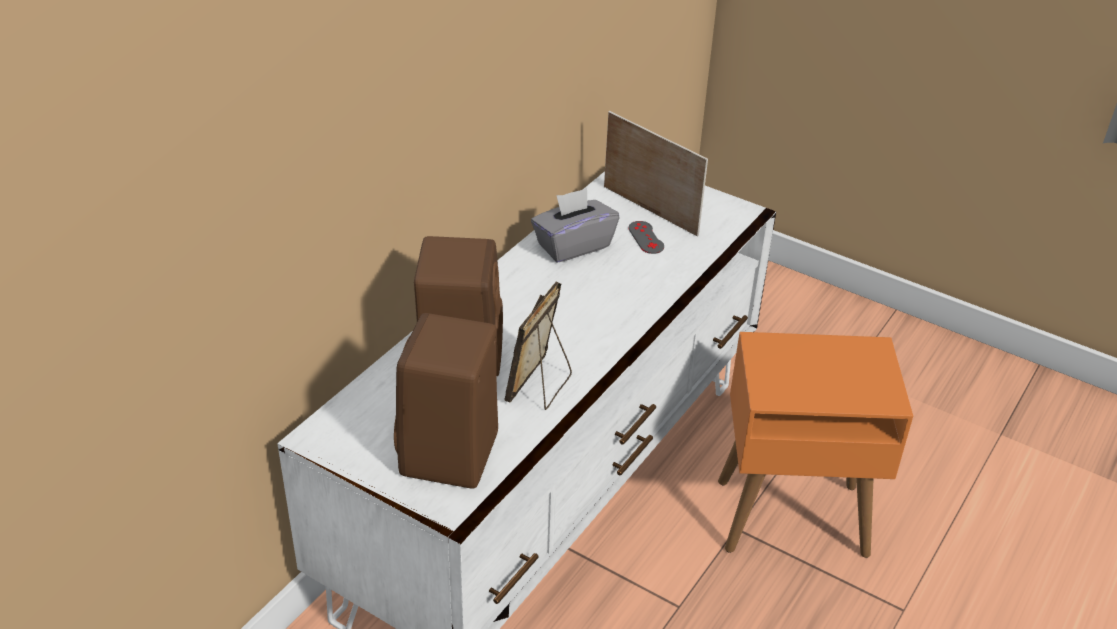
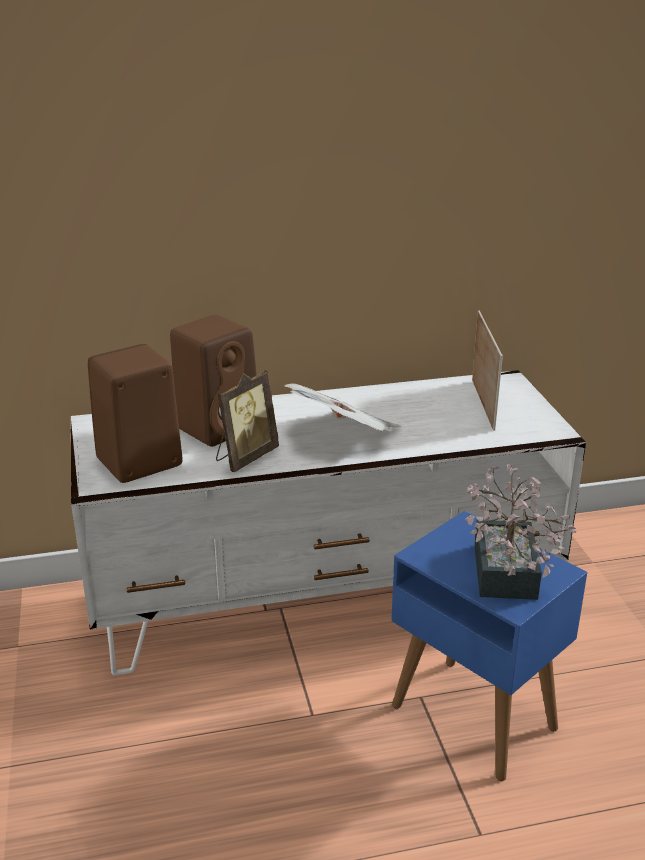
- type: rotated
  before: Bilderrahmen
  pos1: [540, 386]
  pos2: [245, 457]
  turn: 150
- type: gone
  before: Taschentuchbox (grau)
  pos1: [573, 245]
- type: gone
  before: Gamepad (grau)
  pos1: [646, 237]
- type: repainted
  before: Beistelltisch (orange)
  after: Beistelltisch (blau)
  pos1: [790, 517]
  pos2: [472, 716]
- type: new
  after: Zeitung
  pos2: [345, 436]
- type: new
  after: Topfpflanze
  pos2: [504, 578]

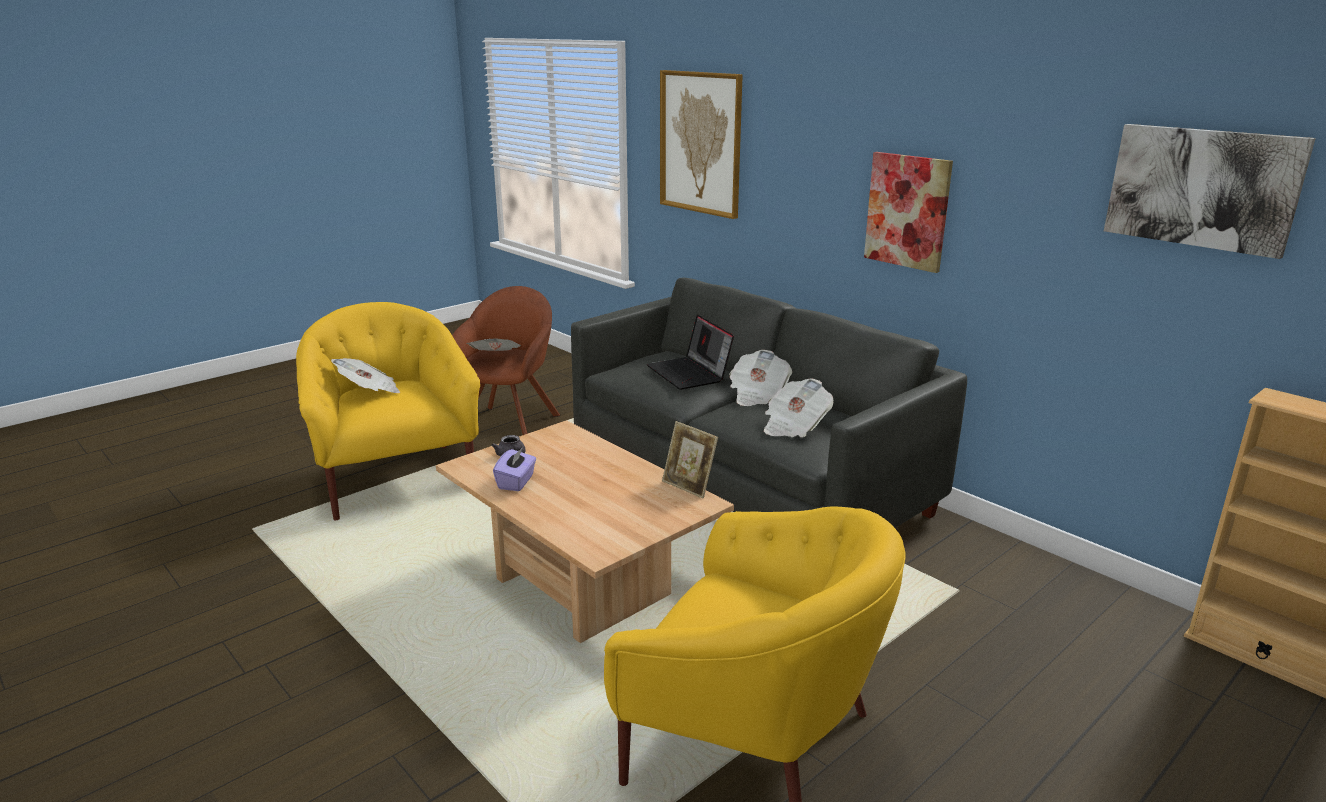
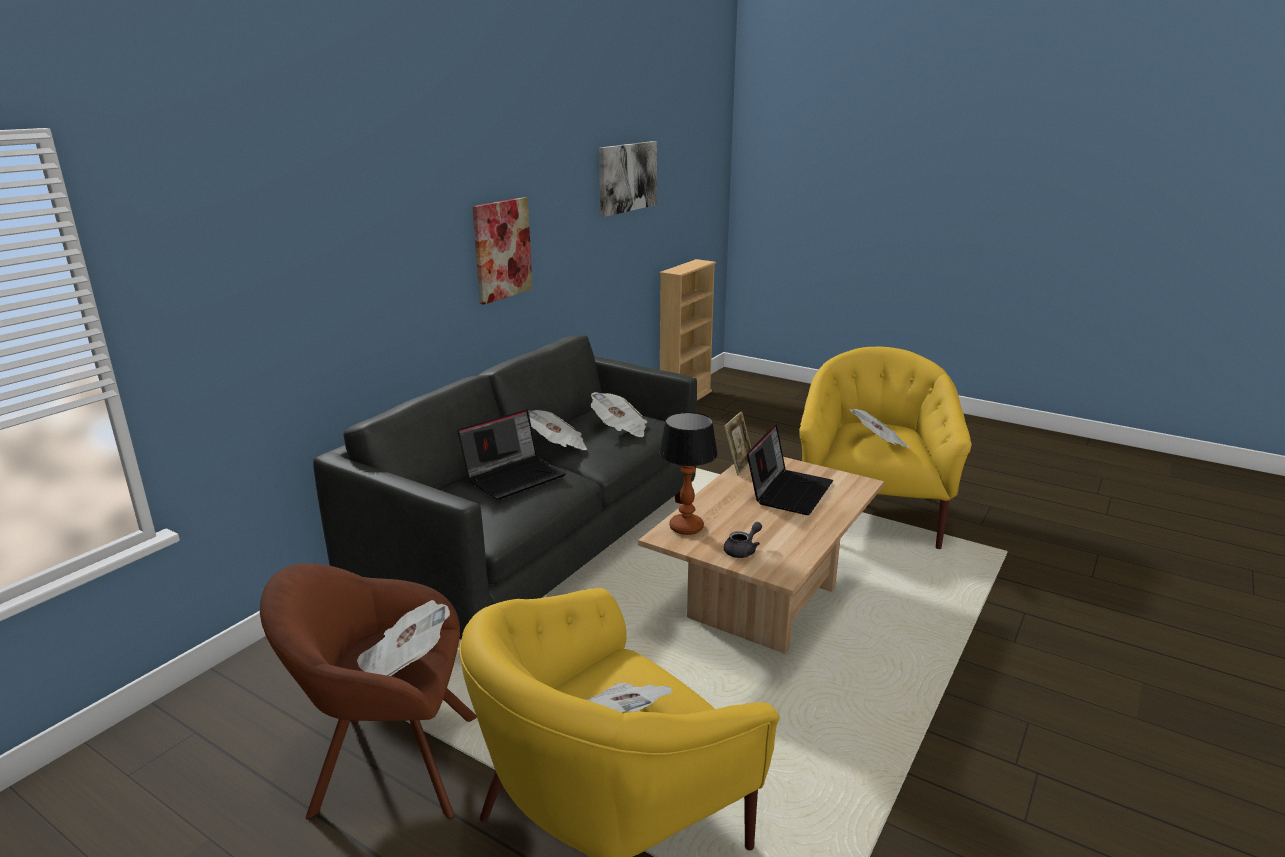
- type: gone
  before: Taschentuchbox (lila)
  pos1: [516, 482]
- type: gone
  before: Bild
  pos1: [700, 143]
- type: new
  after: Tischlampe
  pos2: [686, 527]
- type: new
  after: Laptop
  pos2: [788, 491]
- type: new
  after: Zeitung
  pos2: [878, 443]

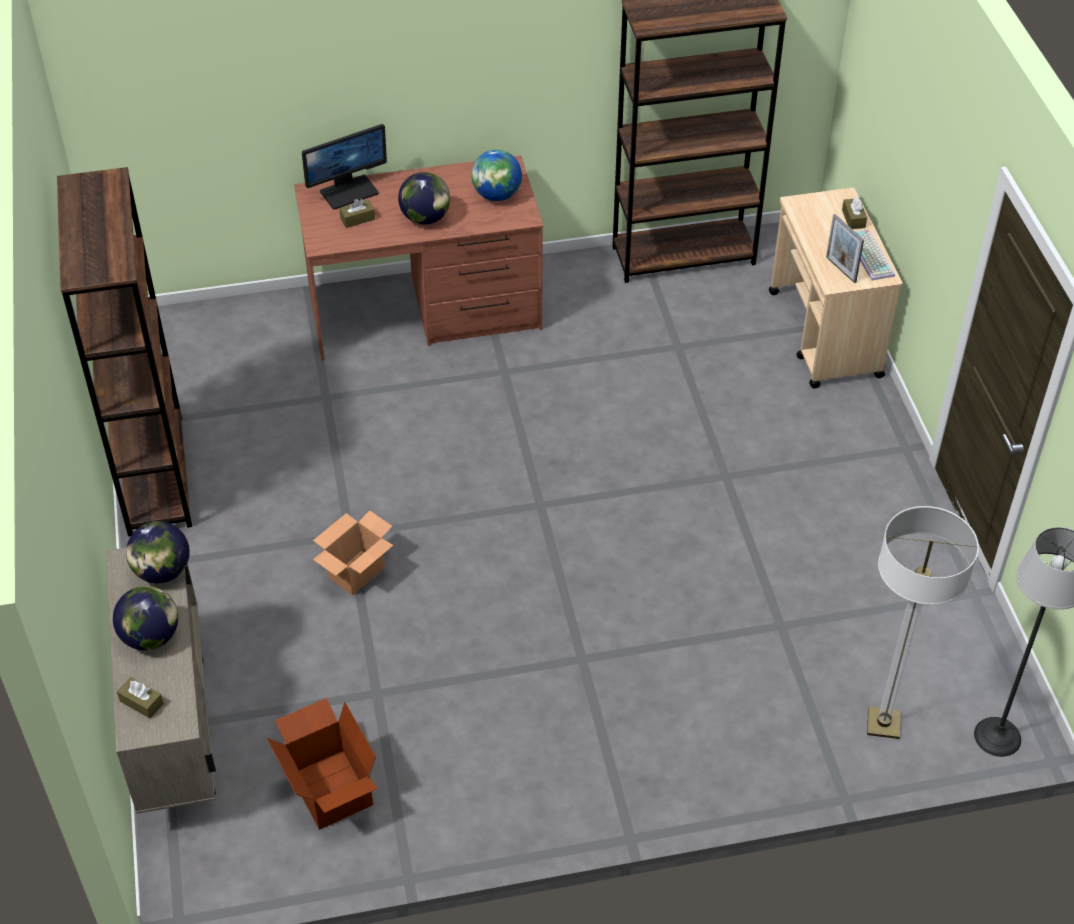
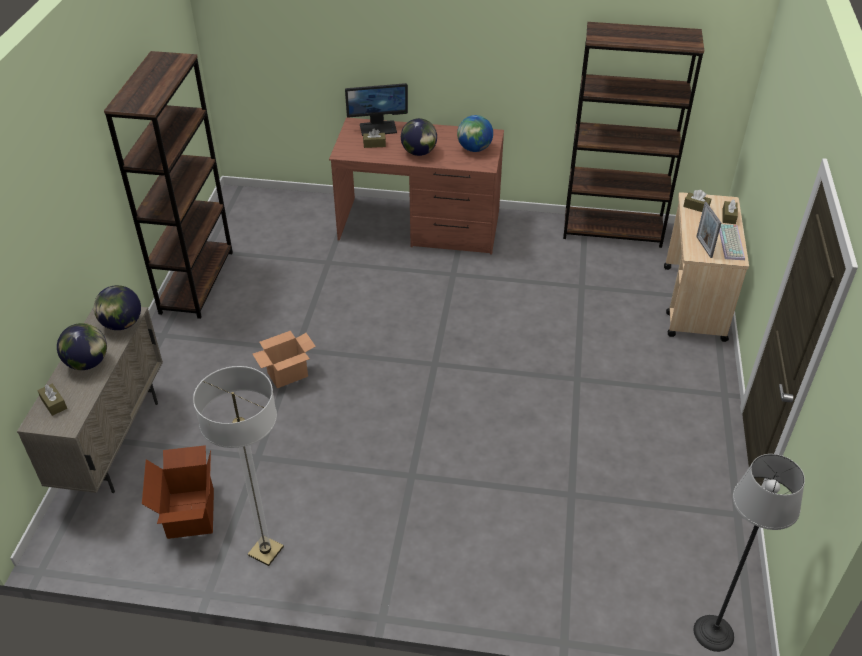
- type: shifted
  before: Stehlampe
  pos1: [883, 724]
  pos2: [266, 551]
- type: new
  after: Taschentuchbox (braun)
  pos2: [696, 206]

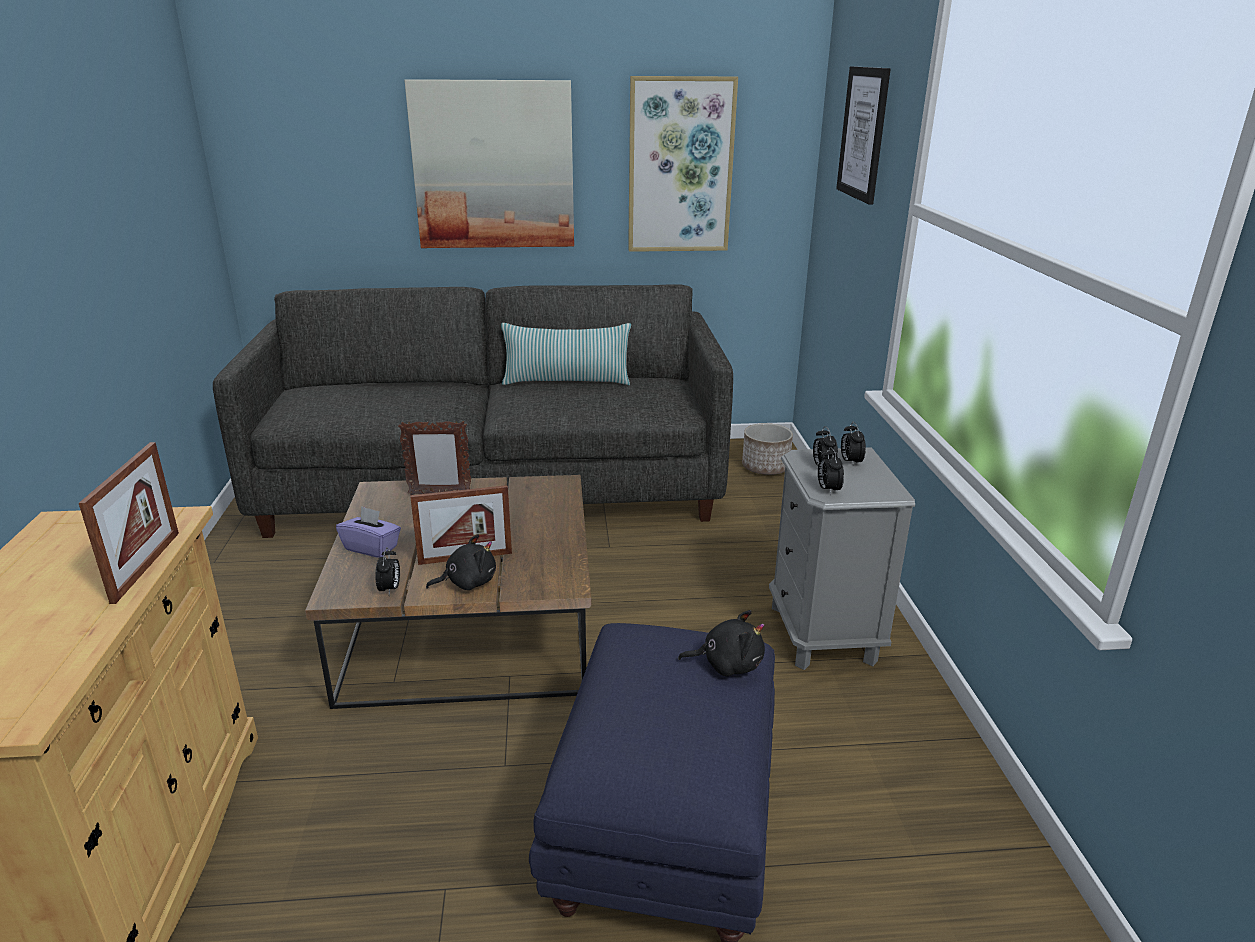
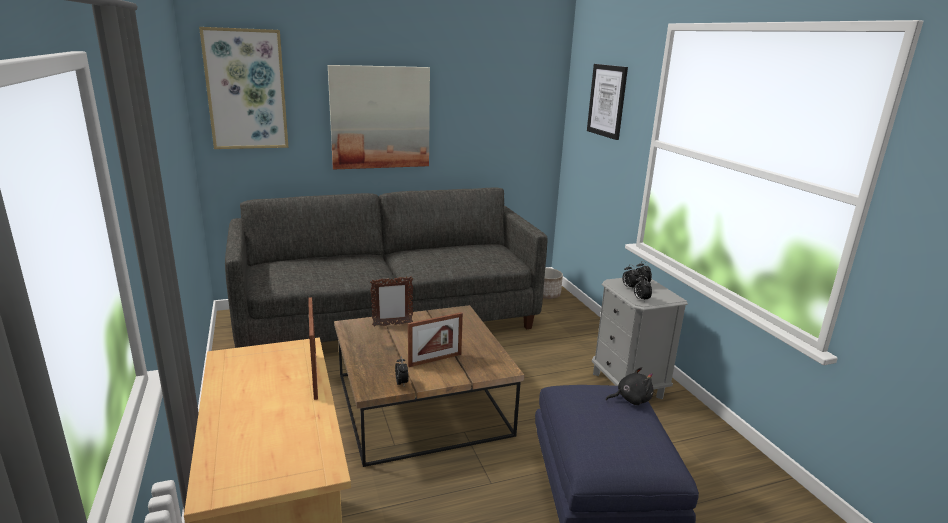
- type: gone
  before: Taschentuchbox (lila)
  pos1: [372, 548]
- type: gone
  before: Plüschtier (schwarz)
  pos1: [467, 582]
- type: gone
  before: Kissen
  pos1: [566, 382]
- type: shifted
  before: Bild
  pos1: [680, 166]
  pos2: [246, 90]

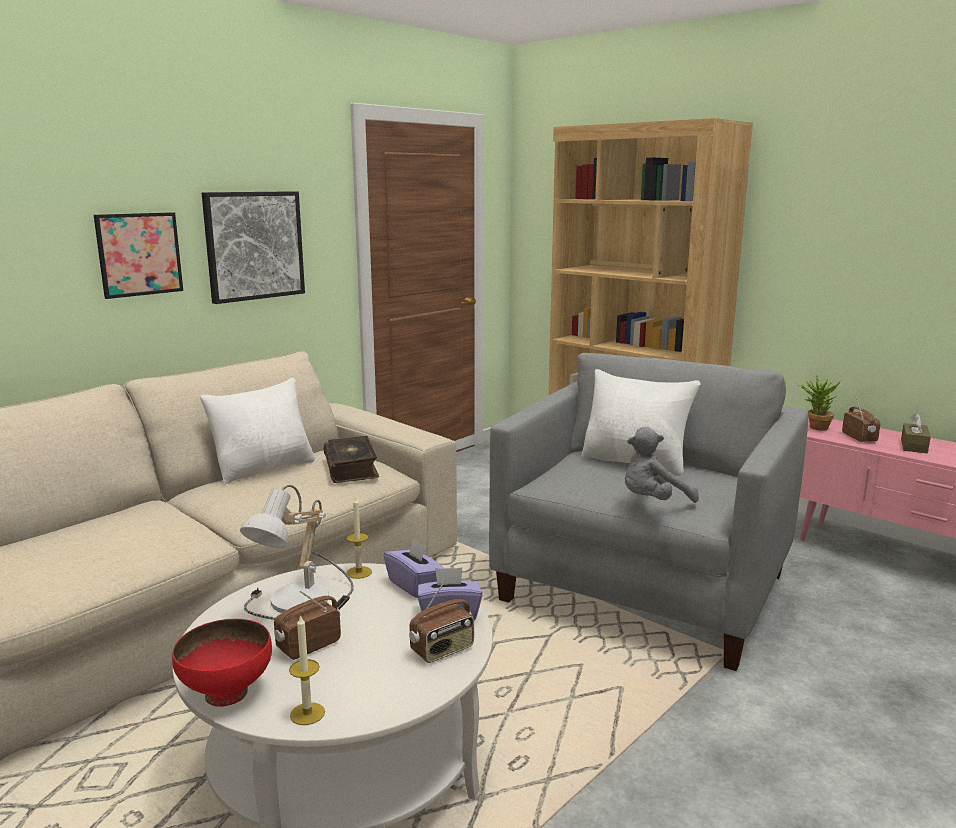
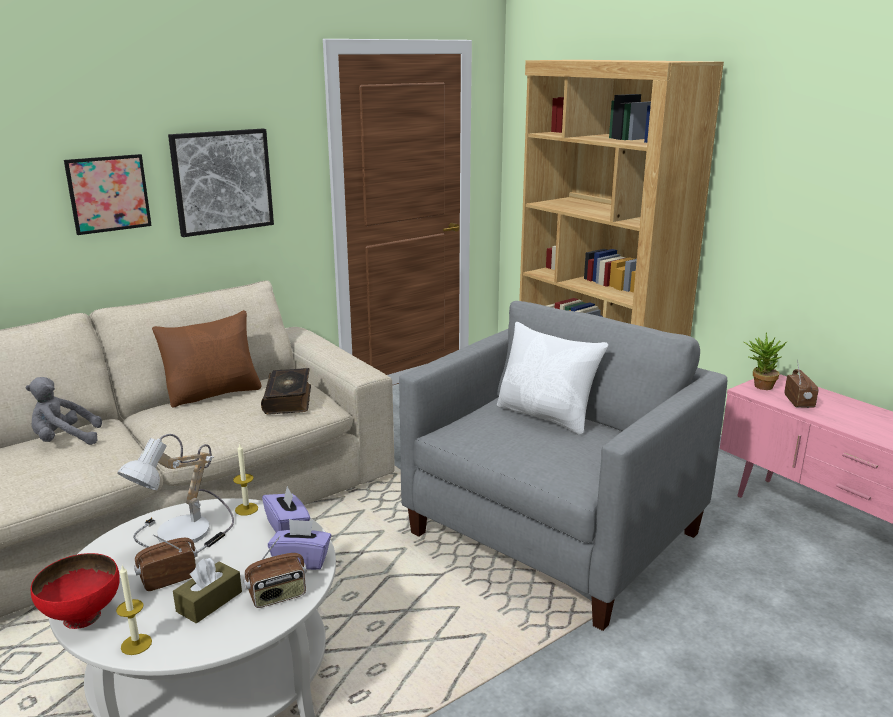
- type: repainted
  before: Kissen (weiß)
  after: Kissen (braun)
  pos1: [265, 469]
  pos2: [214, 393]
- type: shifted
  before: Plüschtier (grau)
  pos1: [653, 501]
  pos2: [64, 440]
- type: shifted
  before: Taschentuchbox (braun)
  pos1: [914, 446]
  pos2: [209, 601]

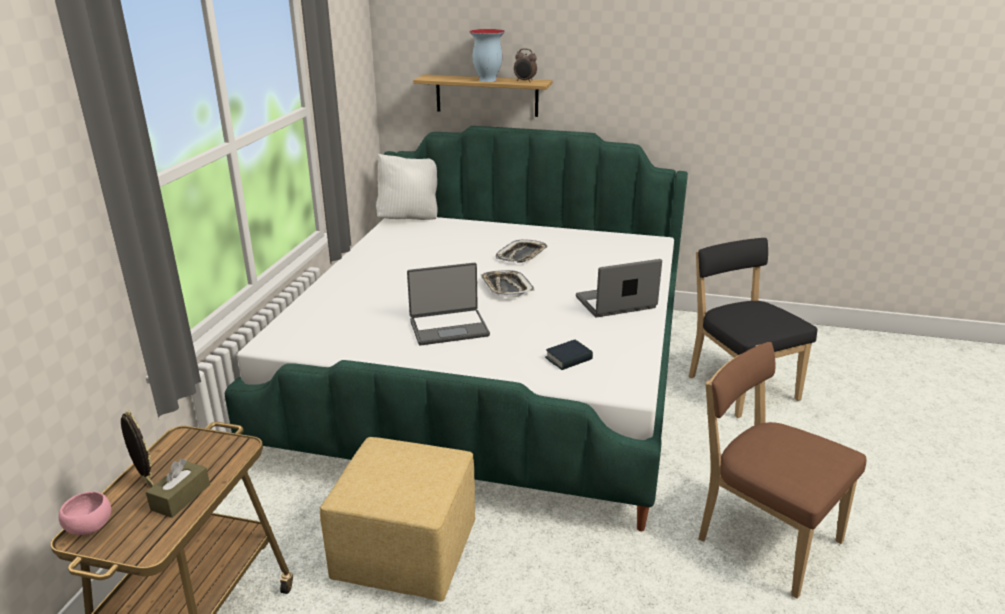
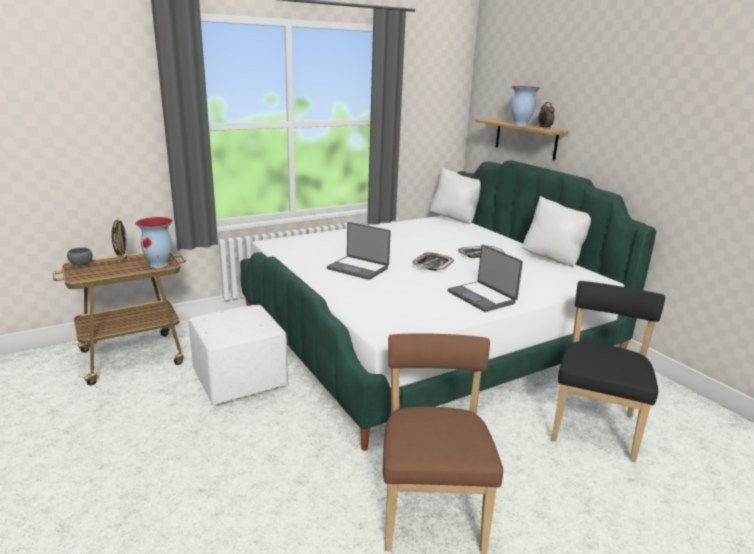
- type: repainted
  before: Schüssel (rosa)
  after: Schüssel (grau)
  pos1: [90, 528]
  pos2: [81, 264]
- type: gone
  before: Taschentuchbox (braun)
  pos1: [181, 497]
- type: repainted
  before: Polsterhocker (gelb)
  after: Polsterhocker (weiß)
  pos1: [407, 553]
  pos2: [241, 381]
- type: gone
  before: Buch
  pos1: [568, 359]
- type: rotated
  before: Laptop
  pos1: [616, 303]
  pos2: [482, 297]
  turn: -150
- type: new
  after: Vase
  pos2: [159, 264]
- type: new
  after: Kissen (weiß)
  pos2: [553, 259]

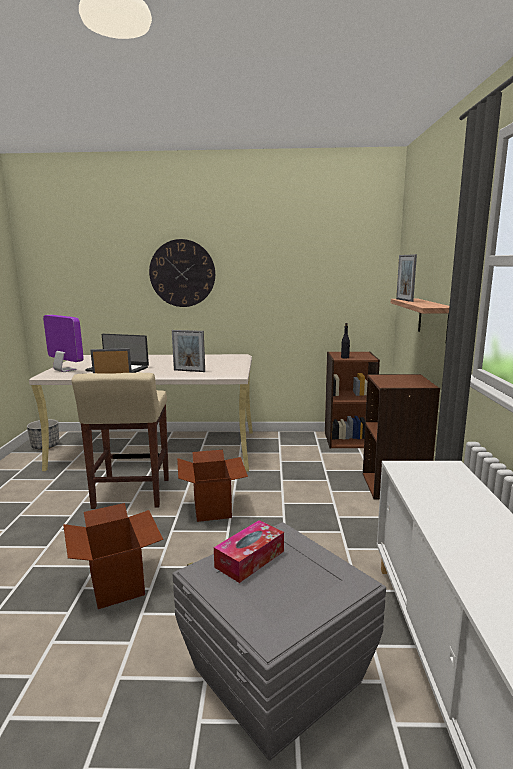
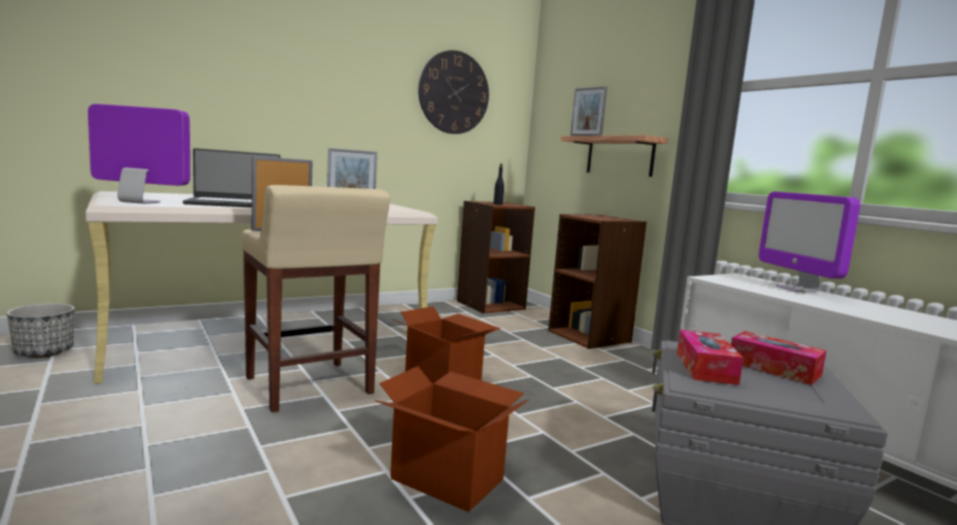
- type: shifted
  before: Wanduhr
  pos1: [182, 273]
  pos2: [454, 93]
- type: new
  after: Taschentuchbox
  pos2: [774, 368]
- type: new
  after: Monitor
  pos2: [797, 289]

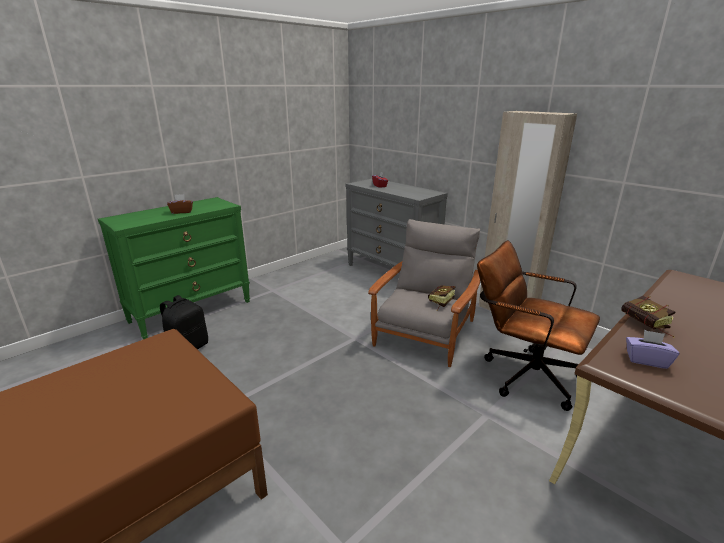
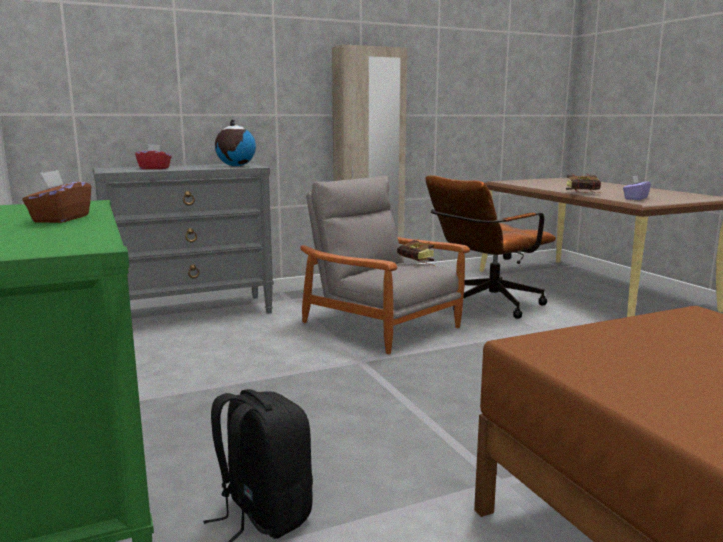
- type: new
  after: Globus
  pos2: [235, 166]

